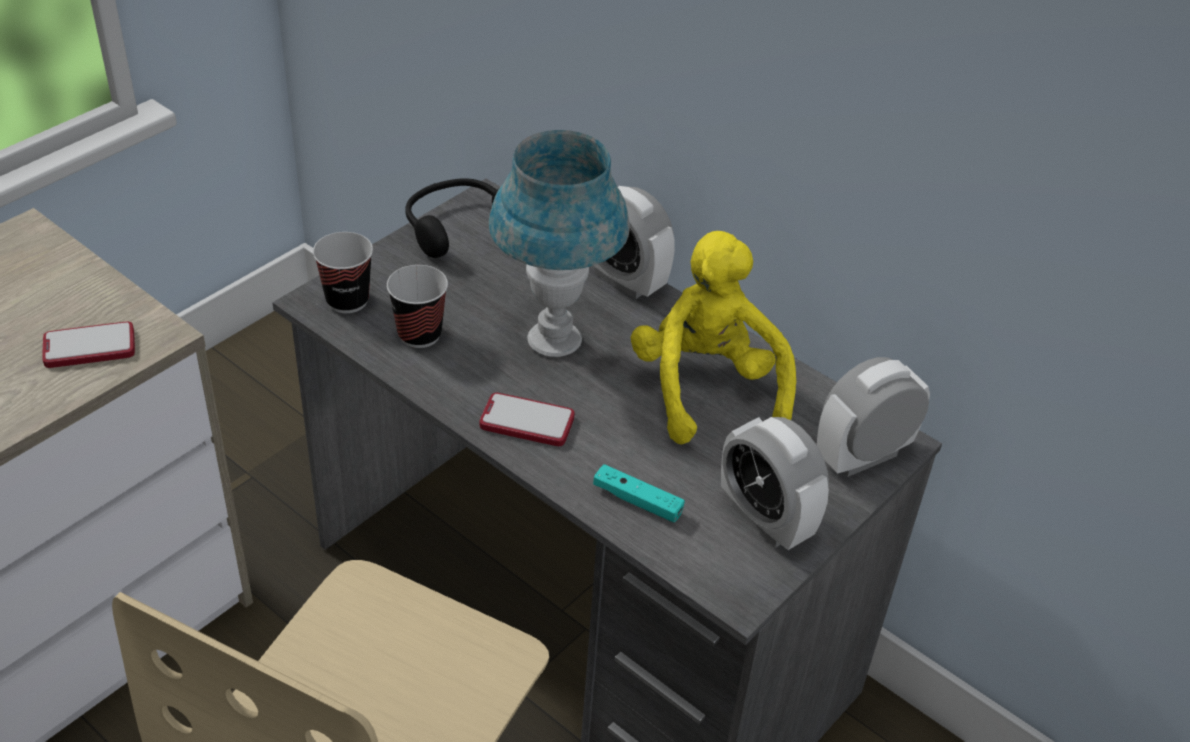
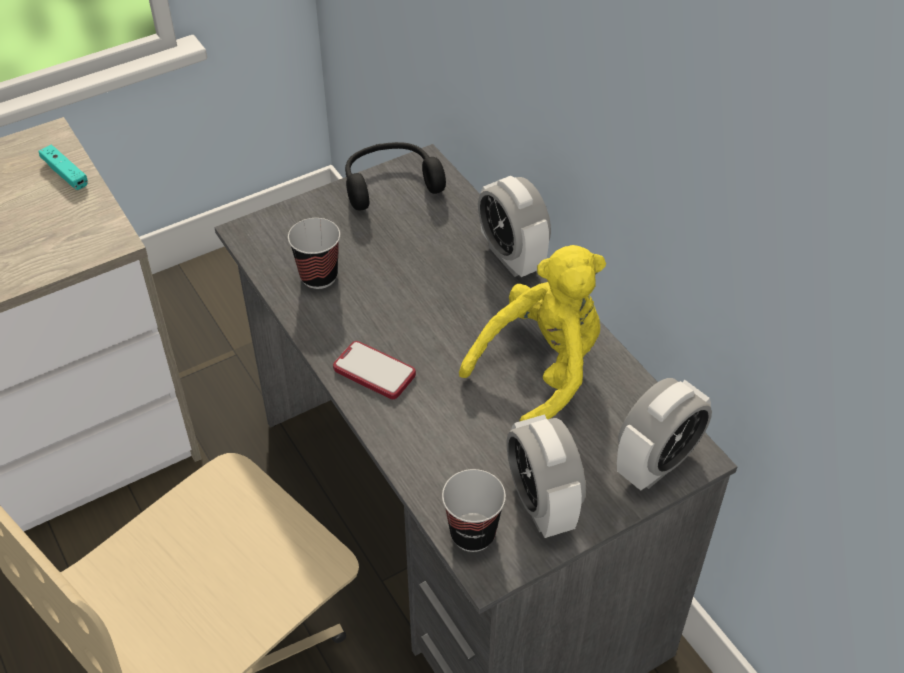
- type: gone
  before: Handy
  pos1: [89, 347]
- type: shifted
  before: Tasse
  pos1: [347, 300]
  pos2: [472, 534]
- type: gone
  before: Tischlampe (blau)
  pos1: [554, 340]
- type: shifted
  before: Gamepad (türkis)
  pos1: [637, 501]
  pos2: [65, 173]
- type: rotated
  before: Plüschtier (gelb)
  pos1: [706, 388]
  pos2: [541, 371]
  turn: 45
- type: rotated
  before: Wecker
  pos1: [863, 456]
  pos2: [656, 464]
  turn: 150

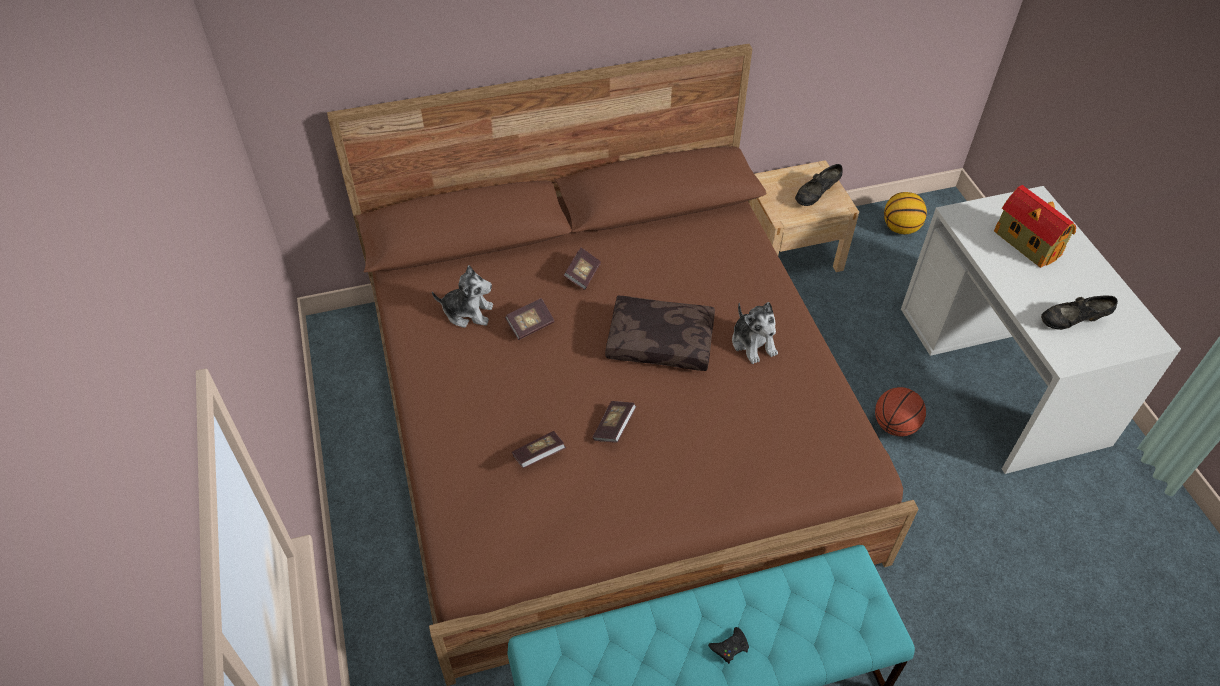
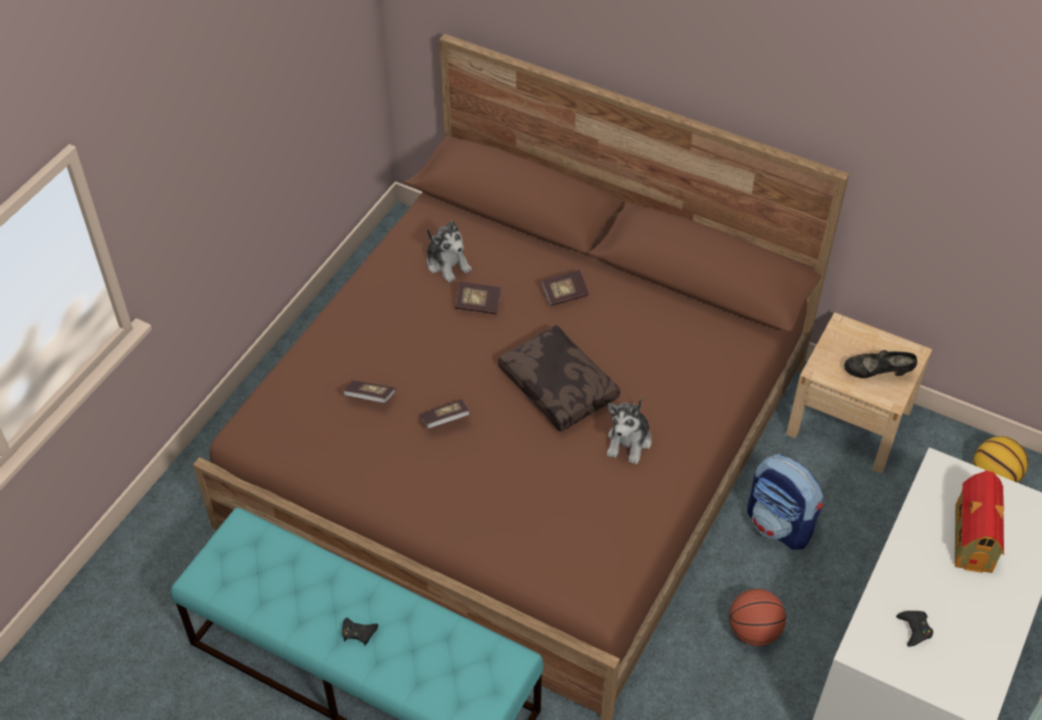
- type: swapped
  before: Schuh (schwarz)
  after: Gamepad (schwarz)
  pos1: [1071, 322]
  pos2: [914, 629]
- type: new
  after: Rucksack
  pos2: [780, 525]

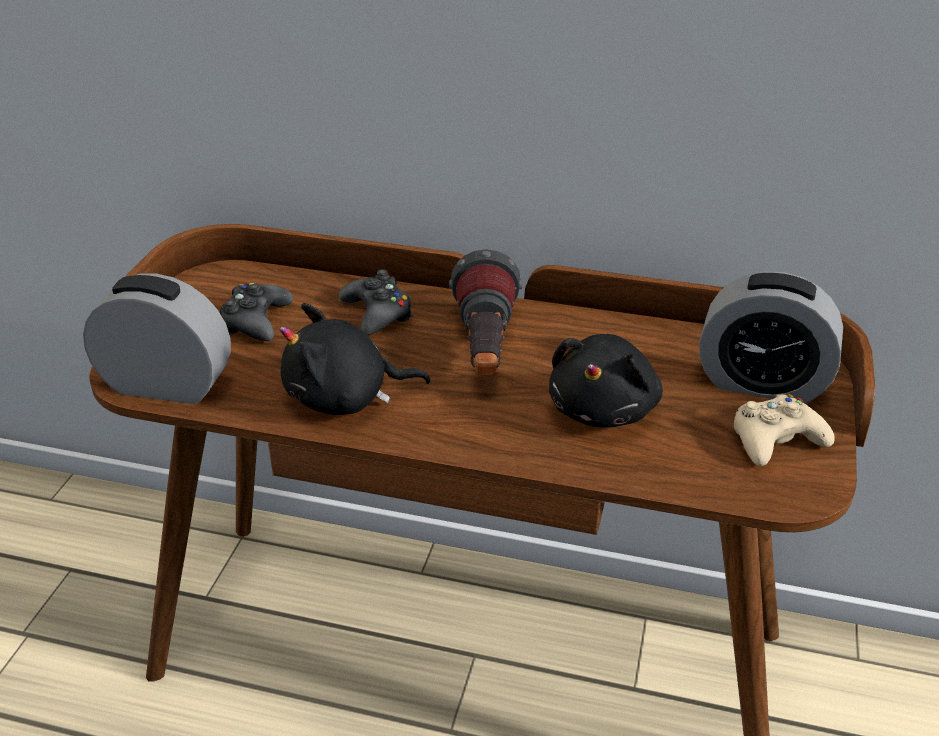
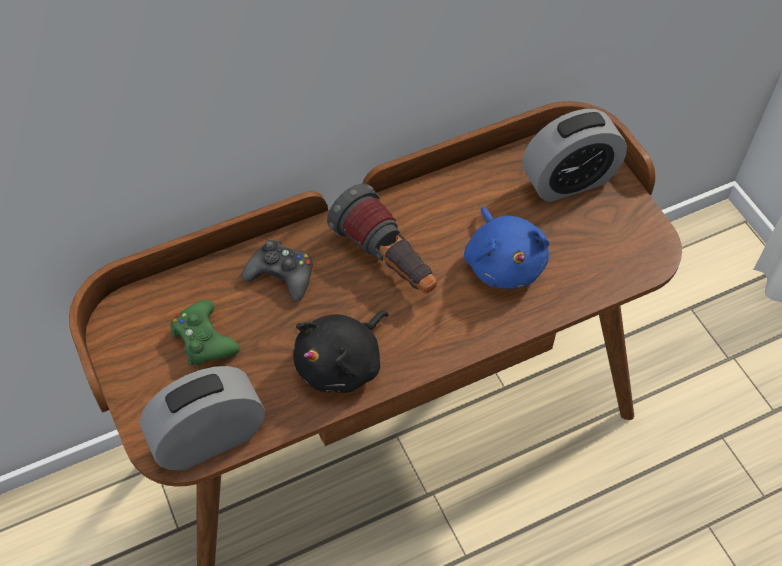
- type: repainted
  before: Gamepad (schwarz)
  after: Gamepad (grün)
  pos1: [256, 321]
  pos2: [204, 339]
- type: repainted
  before: Plüschtier (schwarz)
  after: Plüschtier (blau)
  pos1: [604, 409]
  pos2: [503, 263]
- type: gone
  before: Gamepad (beige)
  pos1: [776, 440]

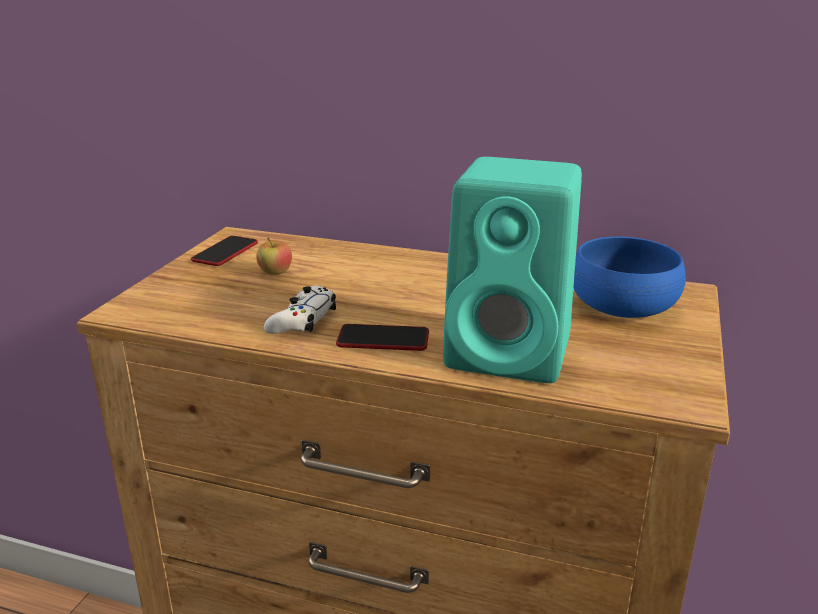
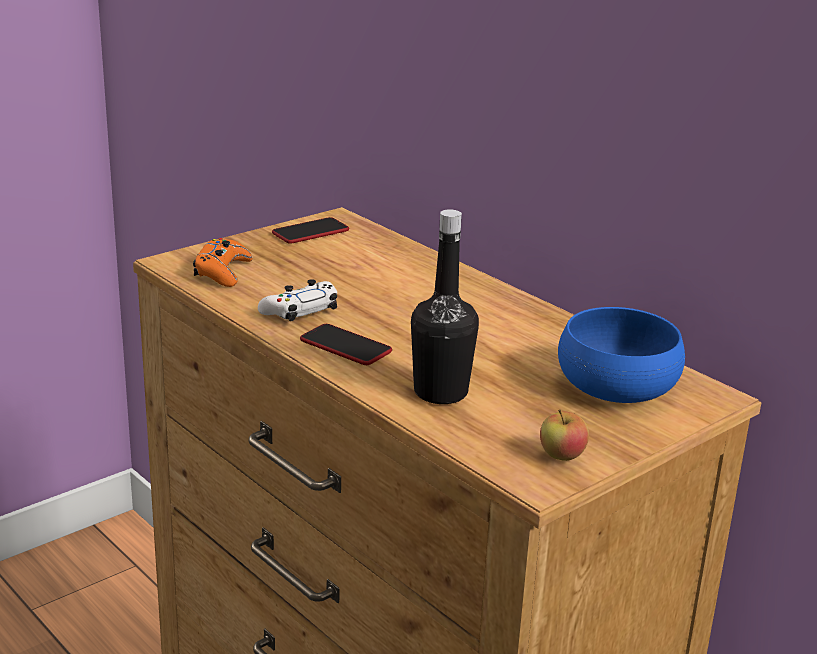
- type: shifted
  before: Apfel
  pos1: [275, 273]
  pos2: [562, 456]
- type: swapped
  before: Lautsprecher (türkis)
  after: Flasche (schwarz)
  pos1: [513, 353]
  pos2: [440, 392]
- type: new
  after: Gamepad (orange)
  pos2: [222, 272]

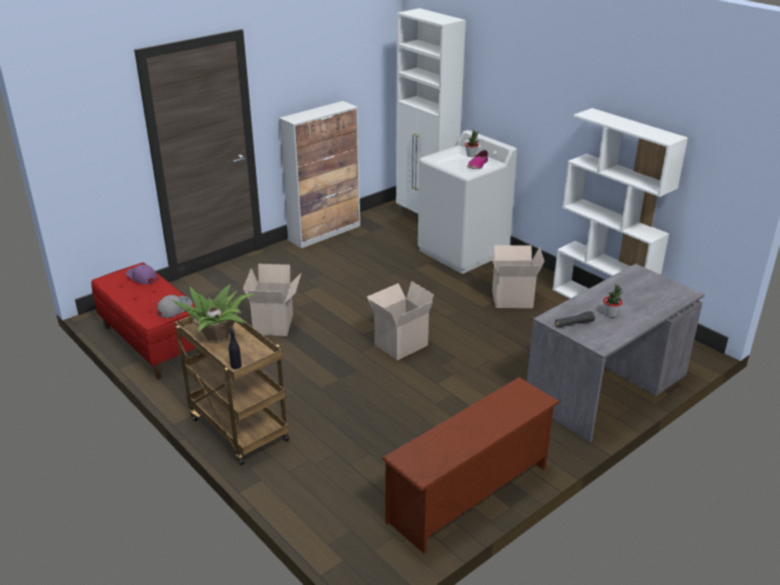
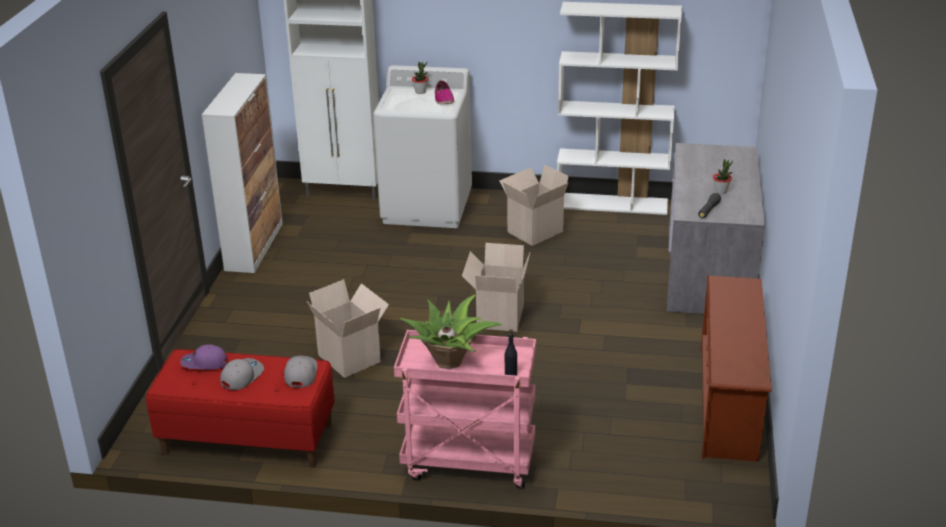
- type: repainted
  before: Rollwagen (braun)
  after: Rollwagen (rosa)
  pos1: [236, 428]
  pos2: [467, 463]
- type: new
  after: Kappe (grau)
  pos2: [241, 376]

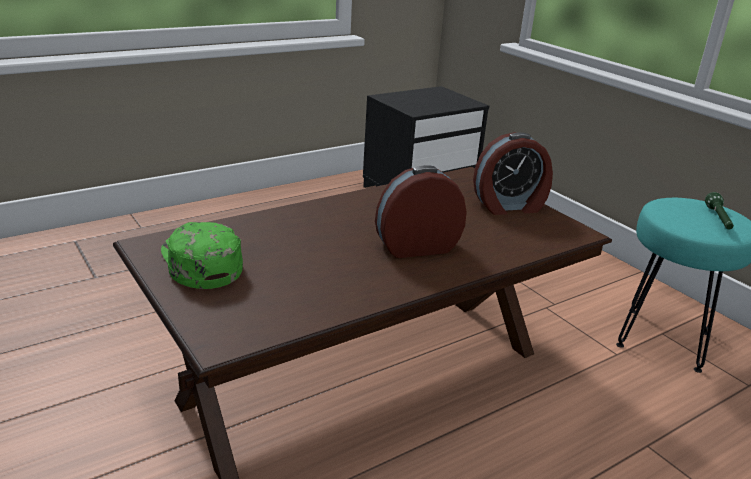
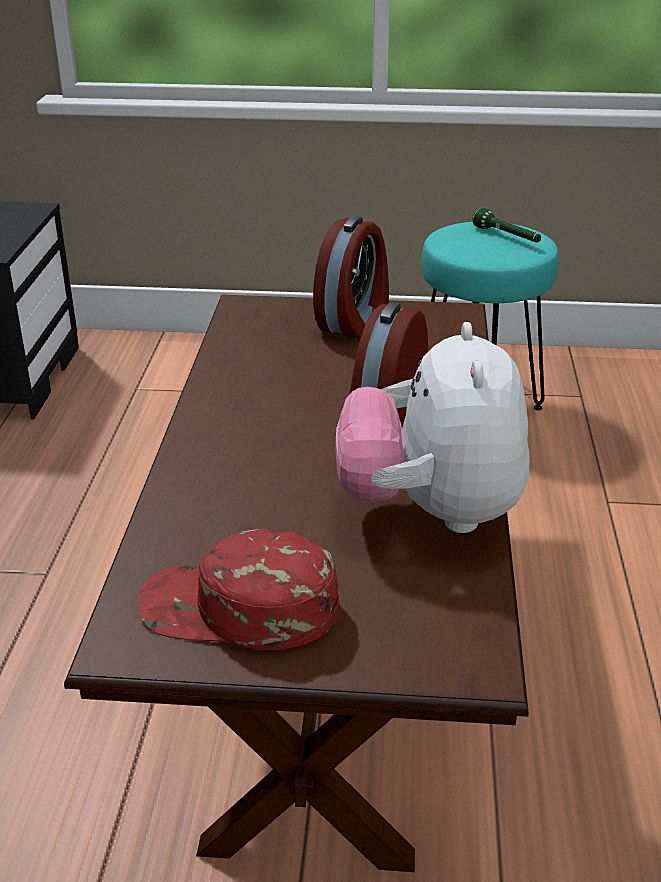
- type: repainted
  before: Kappe (grün)
  after: Kappe (rot)
  pos1: [199, 262]
  pos2: [239, 608]
- type: new
  after: Plüschtier
  pos2: [431, 511]

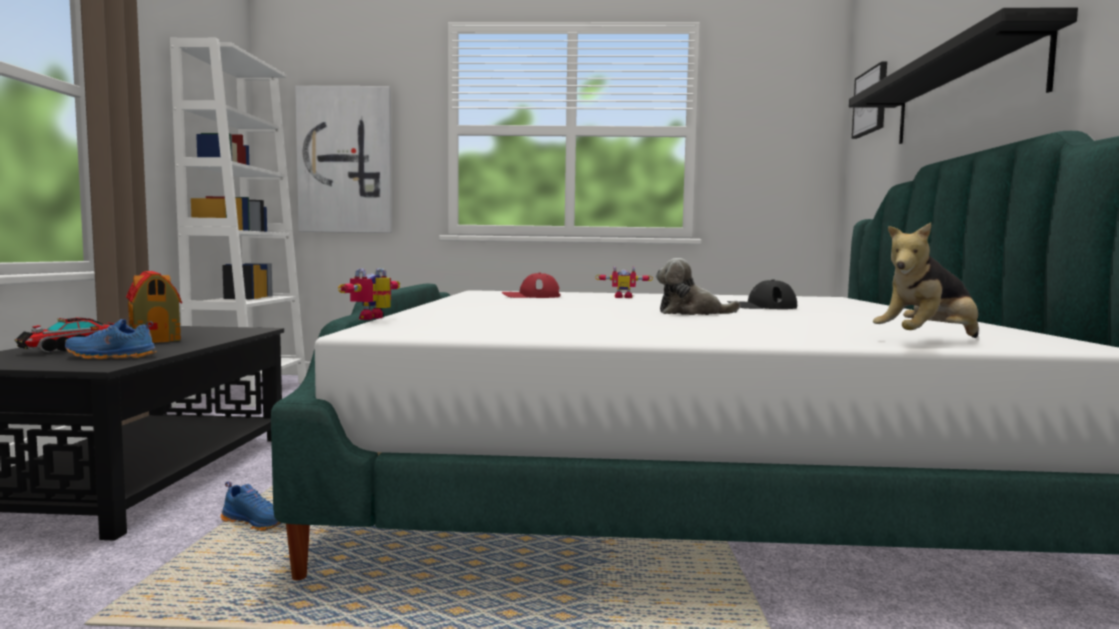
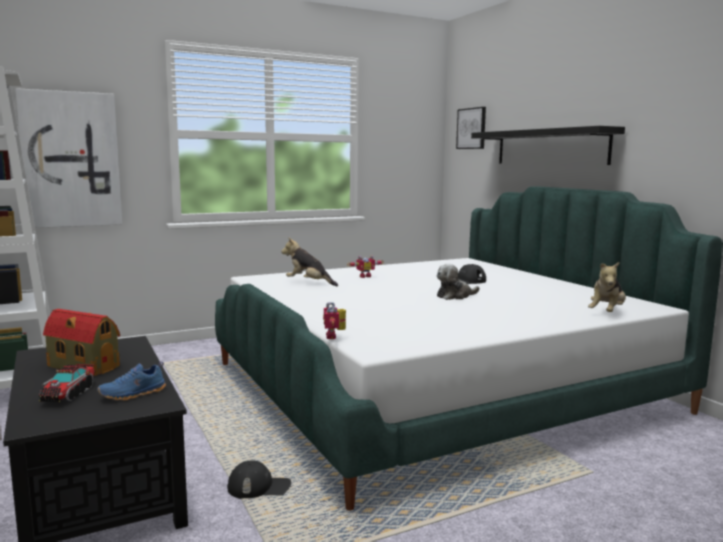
- type: swapped
  before: Schuh (blau)
  after: Kappe (schwarz)
  pos1: [256, 523]
  pos2: [259, 487]
- type: swapped
  before: Kappe (rot)
  after: Plüschtier
  pos1: [531, 296]
  pos2: [308, 283]

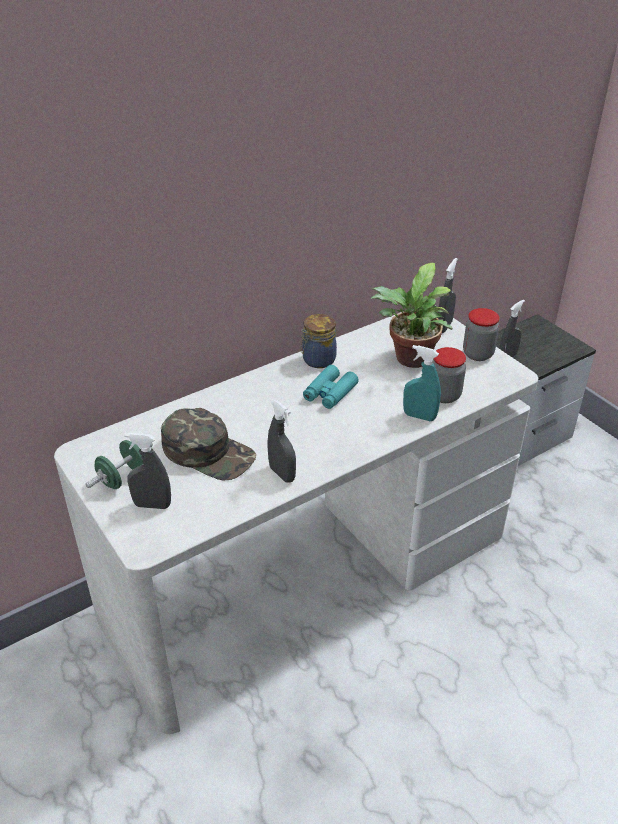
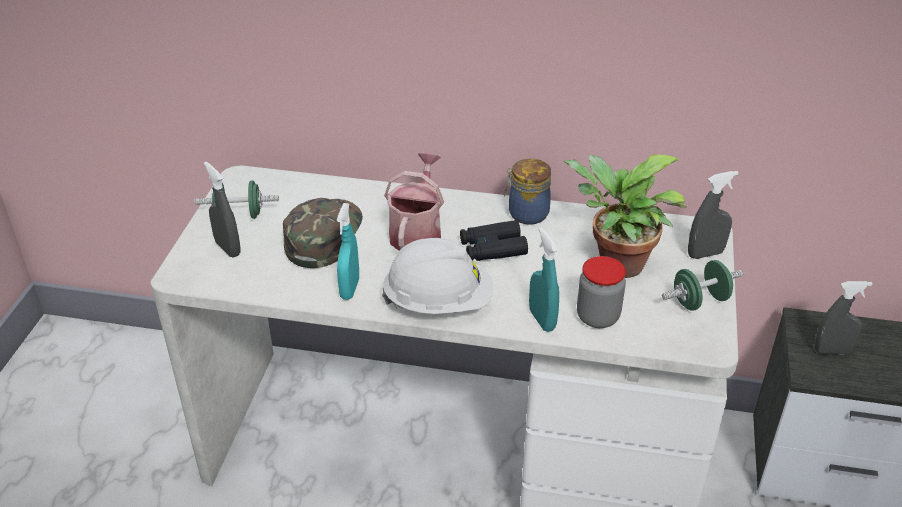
- type: rotated
  before: Kappe (grün)
  pos1: [208, 452]
  pos2: [323, 235]
  turn: -150
- type: repainted
  before: Sprühflasche (grau)
  after: Sprühflasche (türkis)
  pos1: [282, 474]
  pos2: [350, 289]
- type: repainted
  before: Fernglas (türkis)
  after: Fernglas (schwarz)
  pos1: [330, 393]
  pos2: [492, 248]
- type: swapped
  before: Vorratsglas
  after: Hantel (grün)
  pos1: [478, 354]
  pos2: [699, 301]
- type: new
  after: Schutzhelm (weiß)
  pos2: [438, 302]
- type: new
  after: Gießkanne
  pos2: [417, 231]

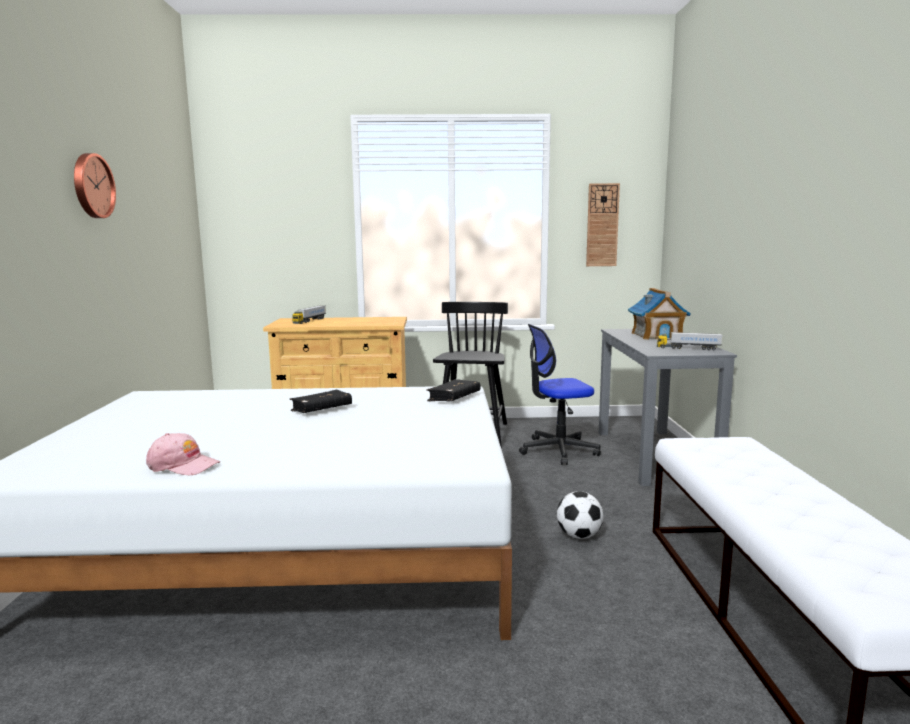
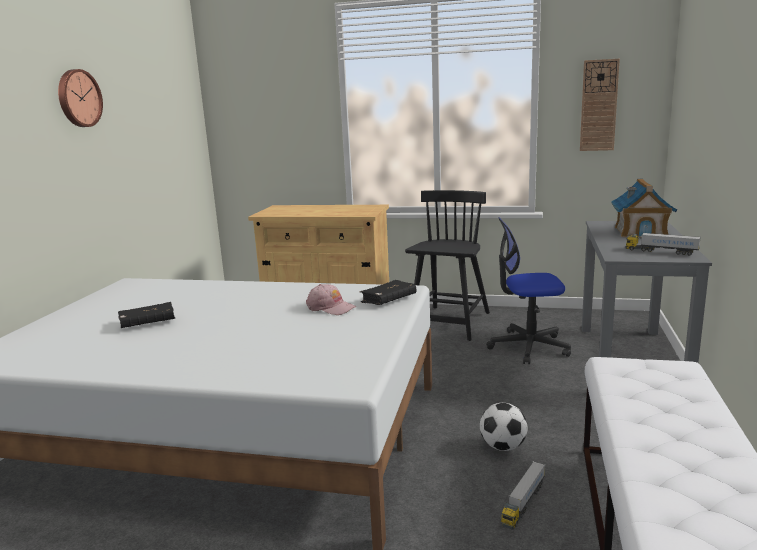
- type: shifted
  before: Kappe (rosa)
  pos1: [183, 465]
  pos2: [330, 307]
- type: shifted
  before: Buch (schwarz)
  pos1: [321, 409]
  pos2: [147, 323]
- type: shifted
  before: Spielzeuglaster
  pos1: [309, 321]
  pos2: [523, 503]

